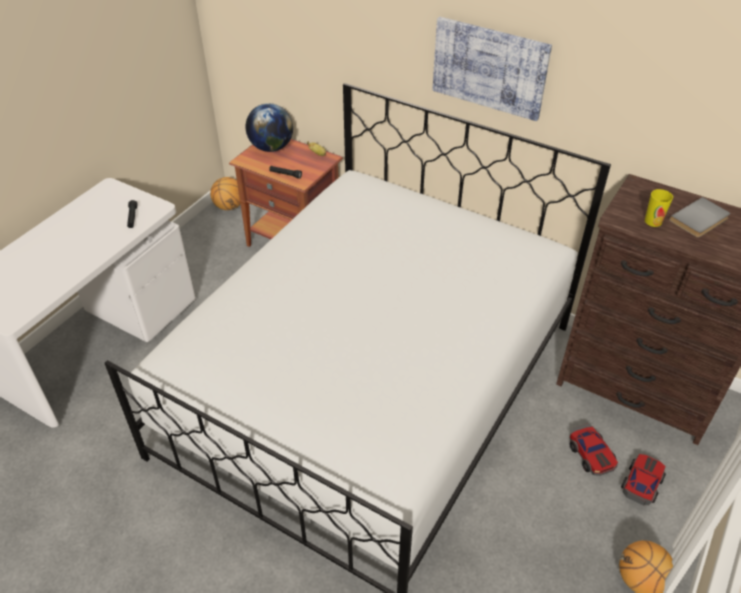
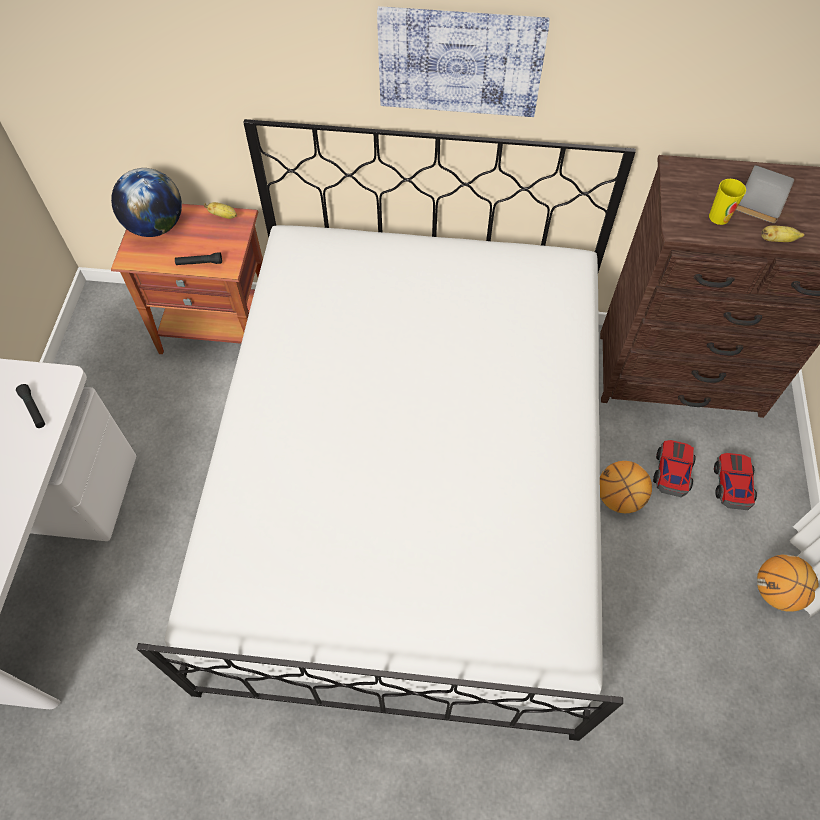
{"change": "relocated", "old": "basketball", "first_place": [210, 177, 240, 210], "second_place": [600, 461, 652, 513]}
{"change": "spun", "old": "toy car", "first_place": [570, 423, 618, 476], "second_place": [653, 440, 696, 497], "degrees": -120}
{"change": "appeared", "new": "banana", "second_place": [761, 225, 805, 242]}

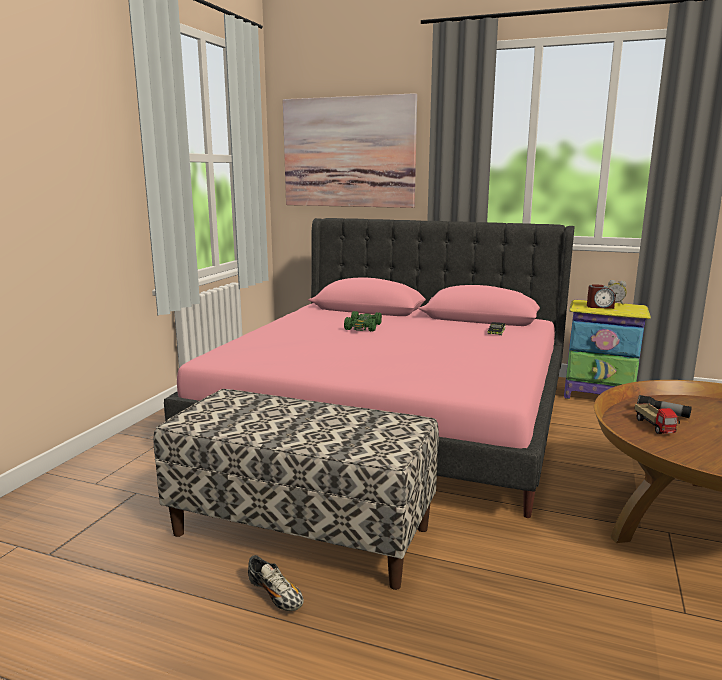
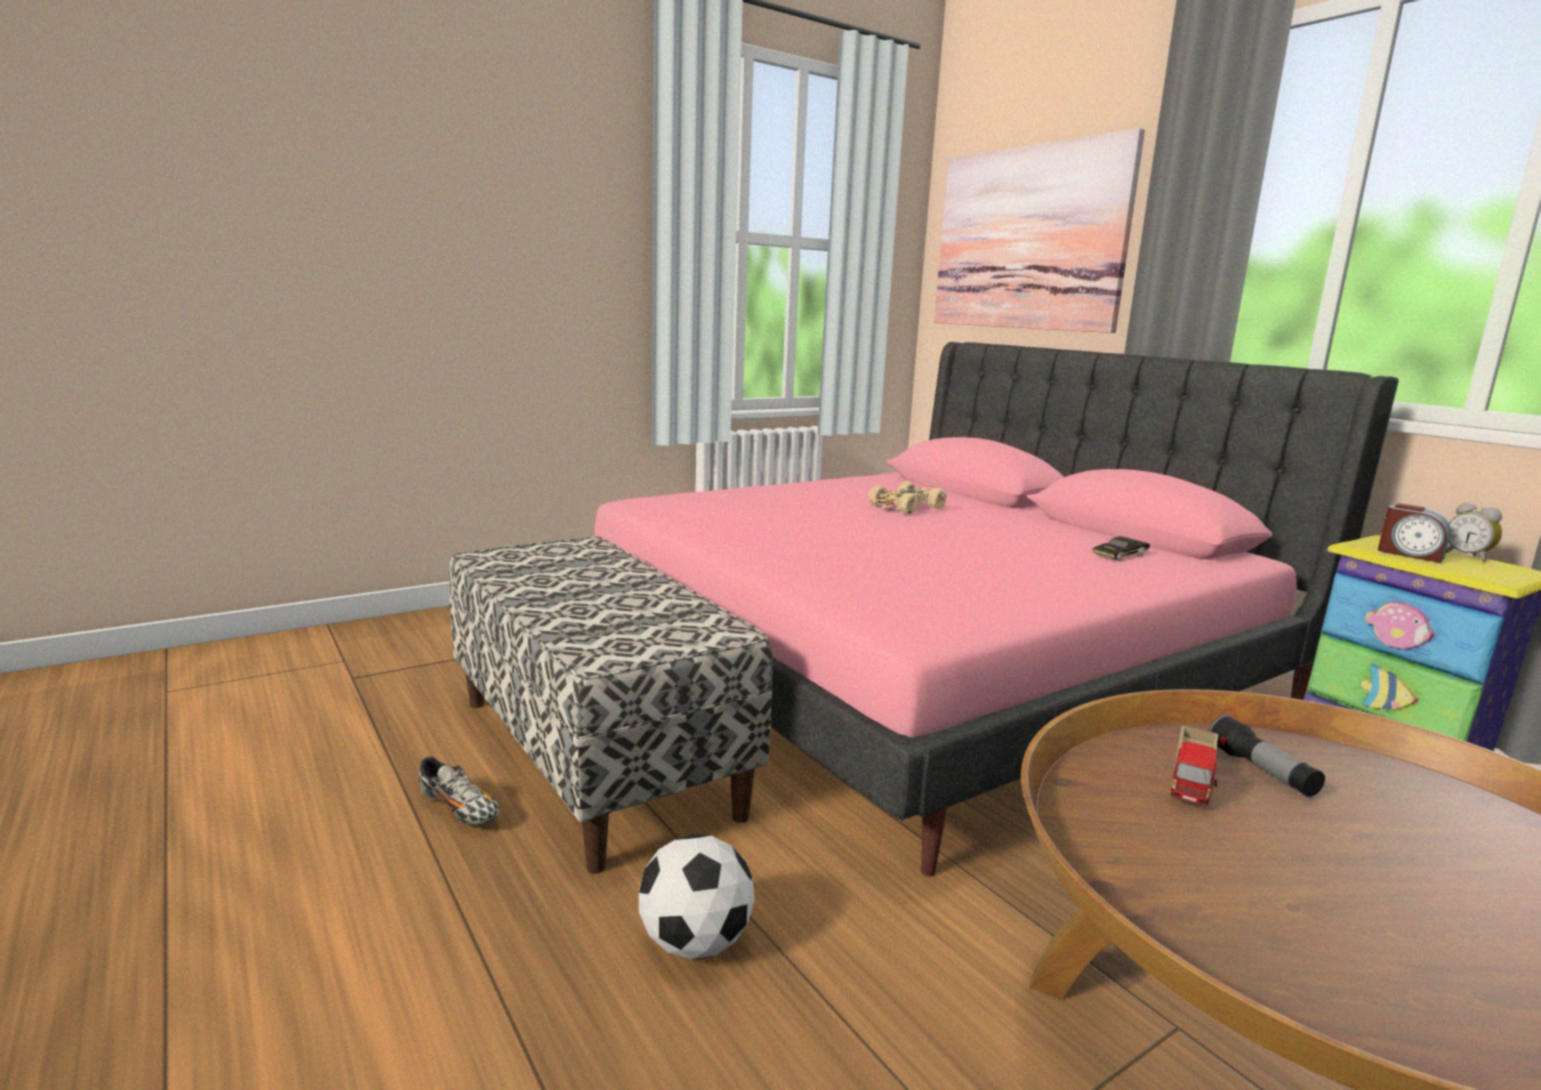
{"change": "spun", "old": "shoe", "first_place": [248, 555, 304, 611], "second_place": [419, 756, 500, 825], "degrees": -45}
{"change": "appeared", "new": "football", "second_place": [639, 834, 754, 959]}
{"change": "colour", "old": "toy car/green", "new": "toy car/beige", "first_place": [344, 311, 382, 331], "second_place": [869, 481, 947, 514]}

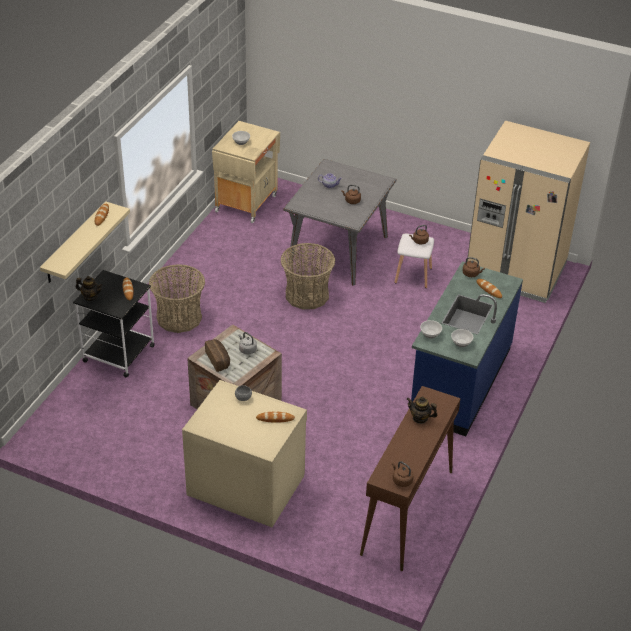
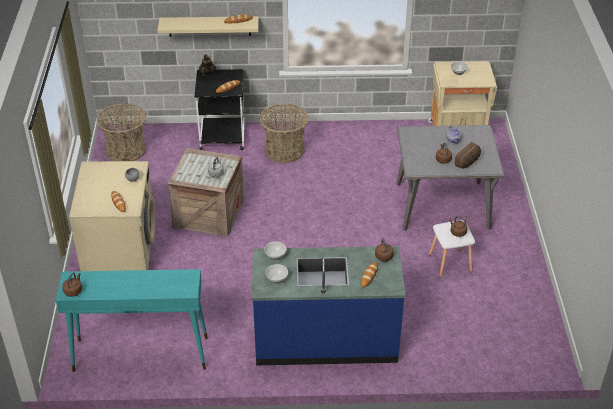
{"change": "colour", "old": "console table/brown", "new": "console table/turquoise", "first_place": [360, 386, 461, 571], "second_place": [56, 269, 208, 372]}
{"change": "relocated", "old": "basket", "first_place": [280, 243, 335, 309], "second_place": [96, 103, 146, 161]}
{"change": "relocated", "old": "bread", "first_place": [205, 339, 230, 372], "second_place": [454, 142, 481, 168]}
{"change": "missing", "old": "teapot", "first_place": [407, 396, 438, 424]}
{"change": "missing", "old": "fridge/beige", "first_place": [467, 121, 590, 303]}

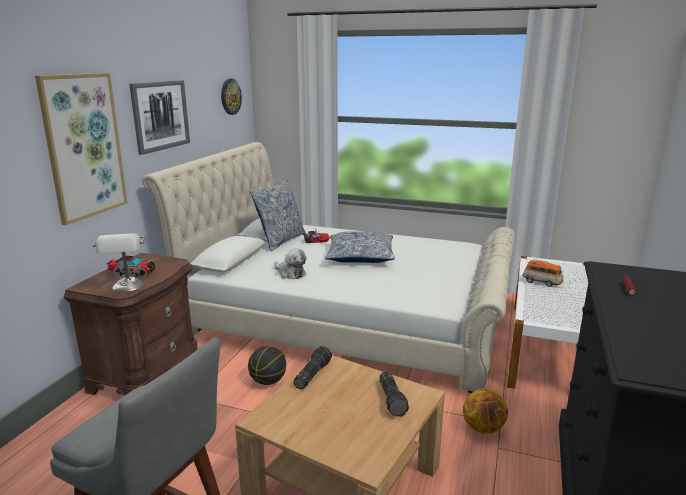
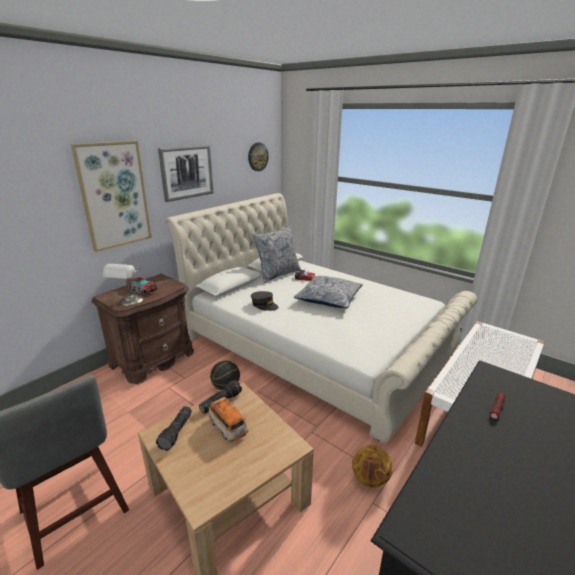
{"change": "relocated", "old": "flashlight", "first_place": [380, 371, 409, 417], "second_place": [156, 406, 192, 451]}
{"change": "relocated", "old": "toy car", "first_place": [522, 259, 563, 287], "second_place": [209, 397, 248, 442]}
{"change": "exchanged", "old": "plush toy", "new": "cap/grey", "first_place": [274, 248, 307, 279], "second_place": [251, 291, 279, 311]}

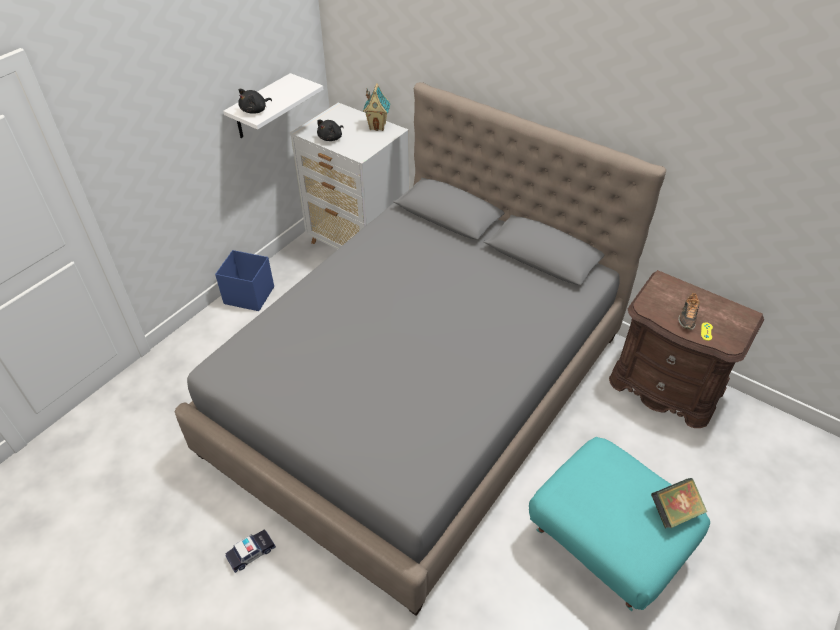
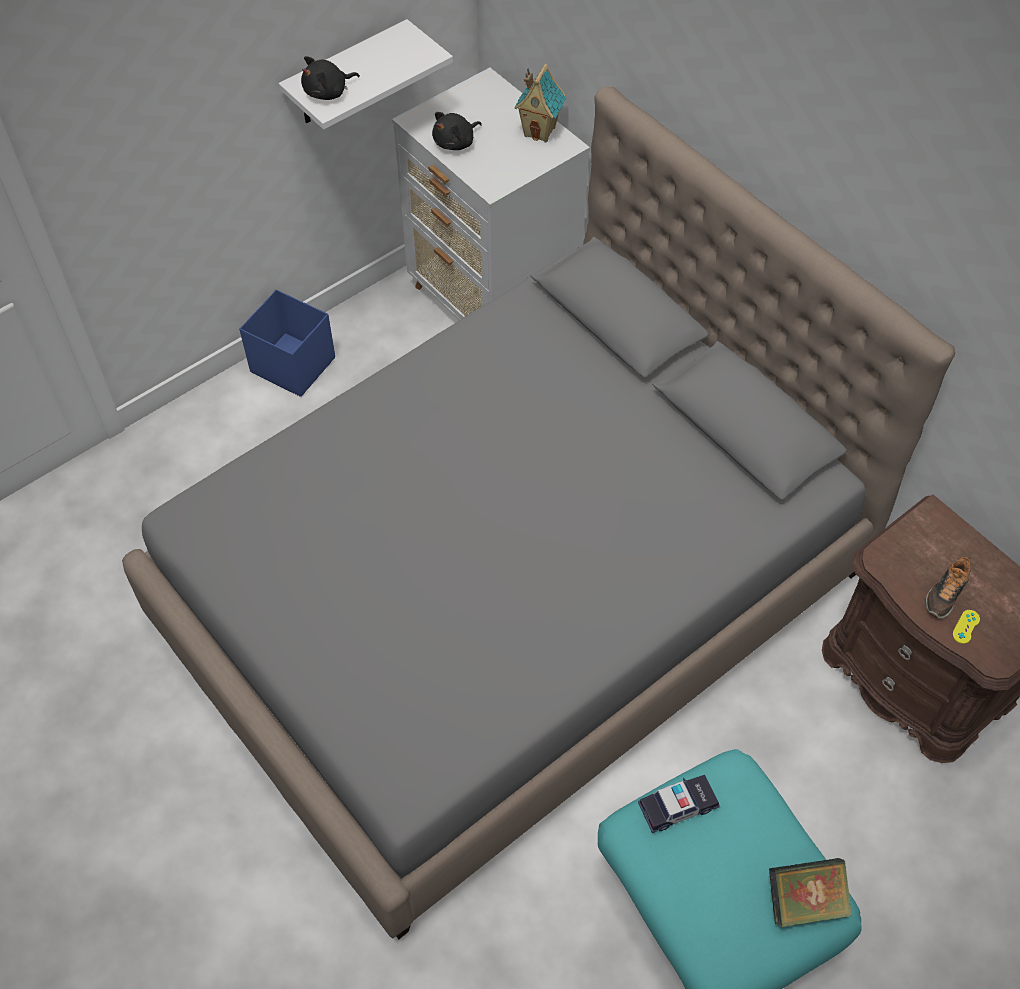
{"change": "relocated", "old": "toy car", "first_place": [225, 529, 276, 573], "second_place": [638, 775, 720, 833]}

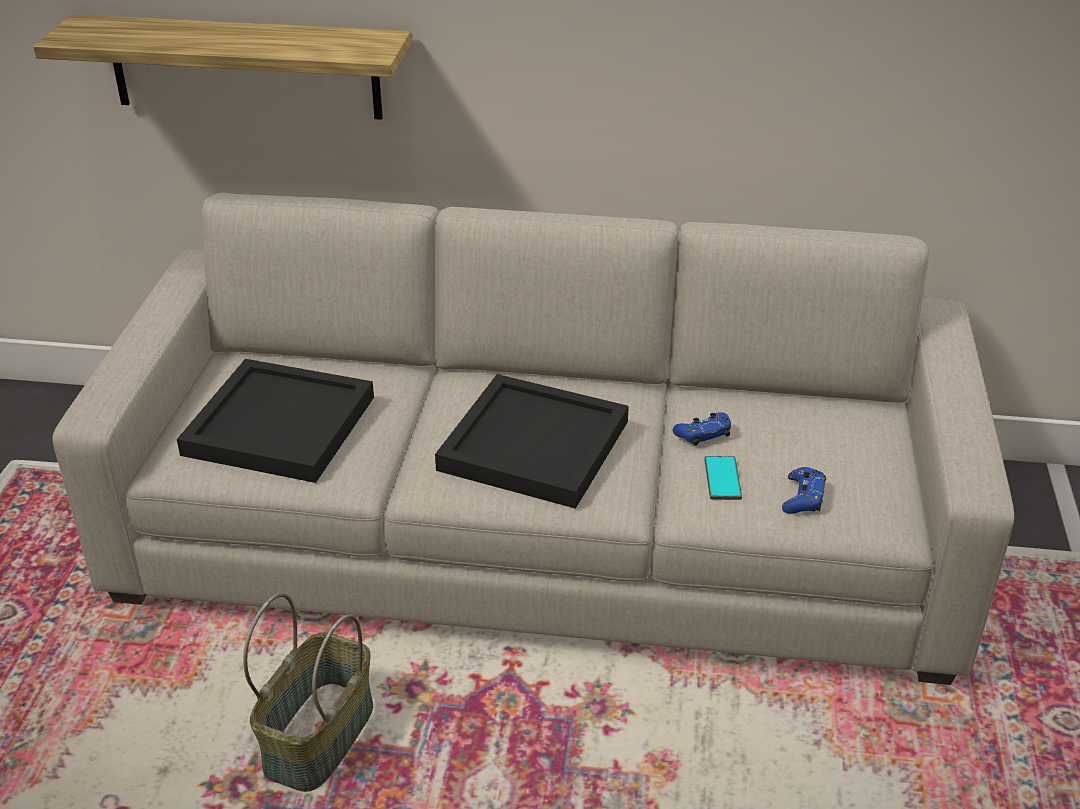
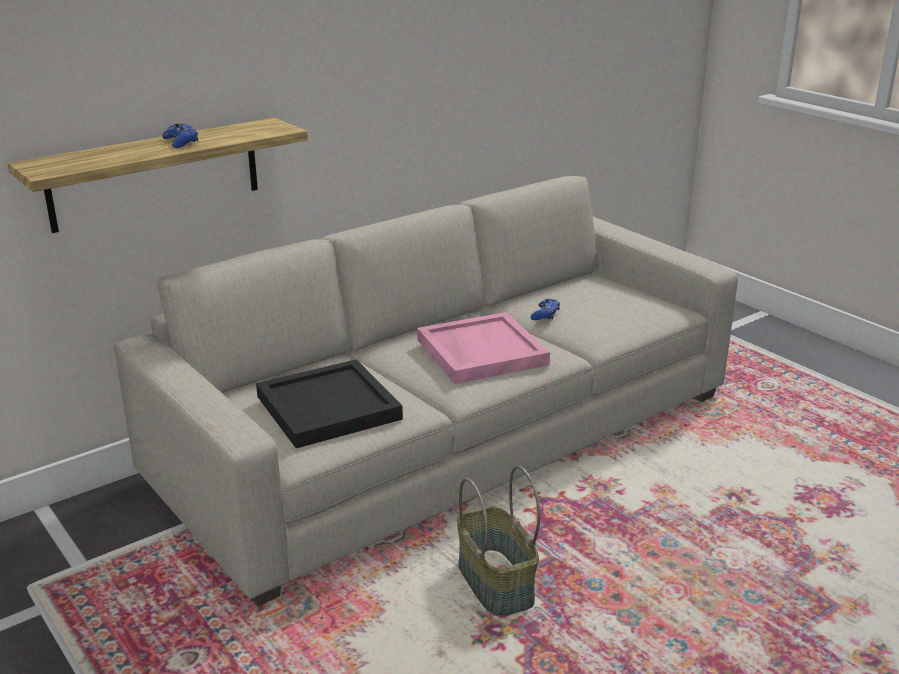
{"change": "relocated", "old": "game controller/blue", "first_place": [782, 467, 826, 514], "second_place": [162, 124, 198, 148]}
{"change": "colour", "old": "tray/black", "new": "tray/pink", "first_place": [435, 374, 629, 509], "second_place": [417, 312, 550, 384]}
{"change": "missing", "old": "phone", "first_place": [704, 456, 742, 500]}

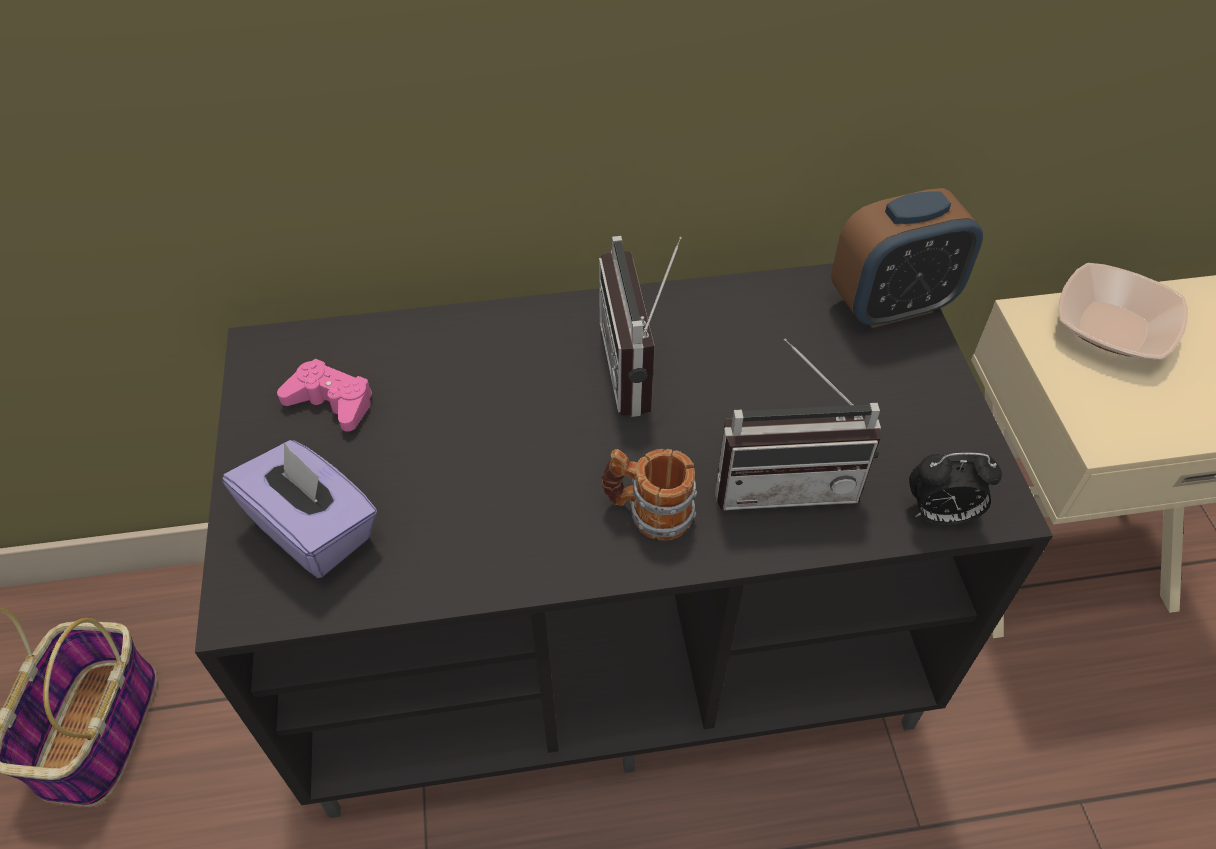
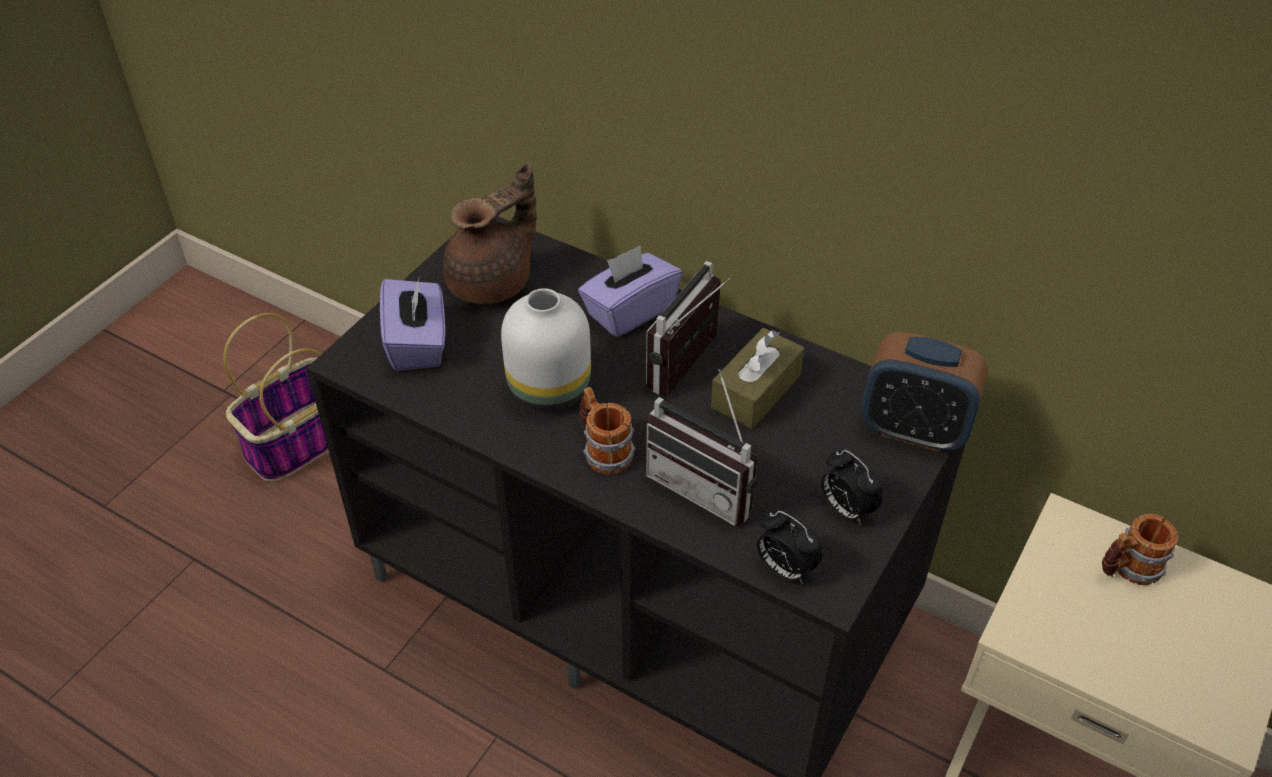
{"change": "exchanged", "old": "game controller/pink", "new": "teapot/brown", "first_place": [277, 359, 372, 432], "second_place": [443, 162, 537, 304]}
{"change": "appeared", "new": "vase/white", "second_place": [501, 288, 591, 411]}
{"change": "appeared", "new": "tissue box/purple", "second_place": [578, 245, 682, 337]}
{"change": "appeared", "new": "tissue box/brown", "second_place": [711, 328, 804, 429]}
{"change": "appeared", "new": "alarm clock", "second_place": [821, 450, 883, 525]}
{"change": "exchanged", "old": "bowl", "new": "mug", "first_place": [1058, 263, 1188, 360], "second_place": [1102, 514, 1179, 585]}

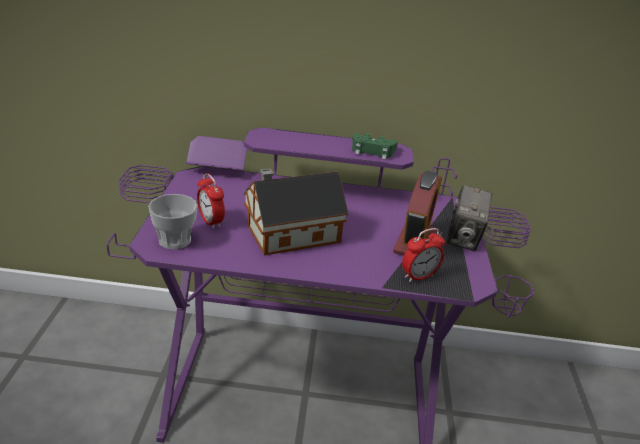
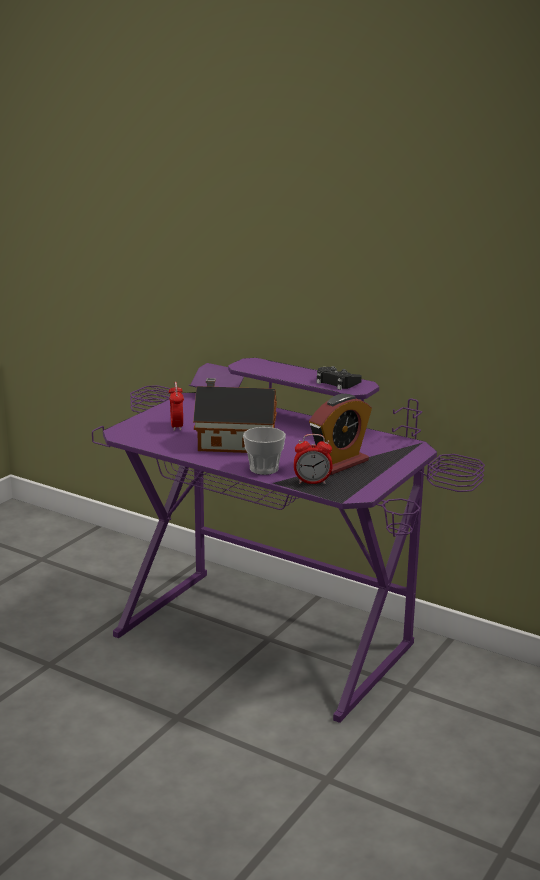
{"change": "relocated", "old": "cup", "first_place": [148, 194, 198, 249], "second_place": [243, 427, 286, 475]}
{"change": "colour", "old": "game controller/green", "new": "game controller/black", "first_place": [352, 133, 398, 160], "second_place": [316, 366, 362, 390]}
{"change": "missing", "old": "photo camera", "first_place": [447, 185, 492, 251]}

